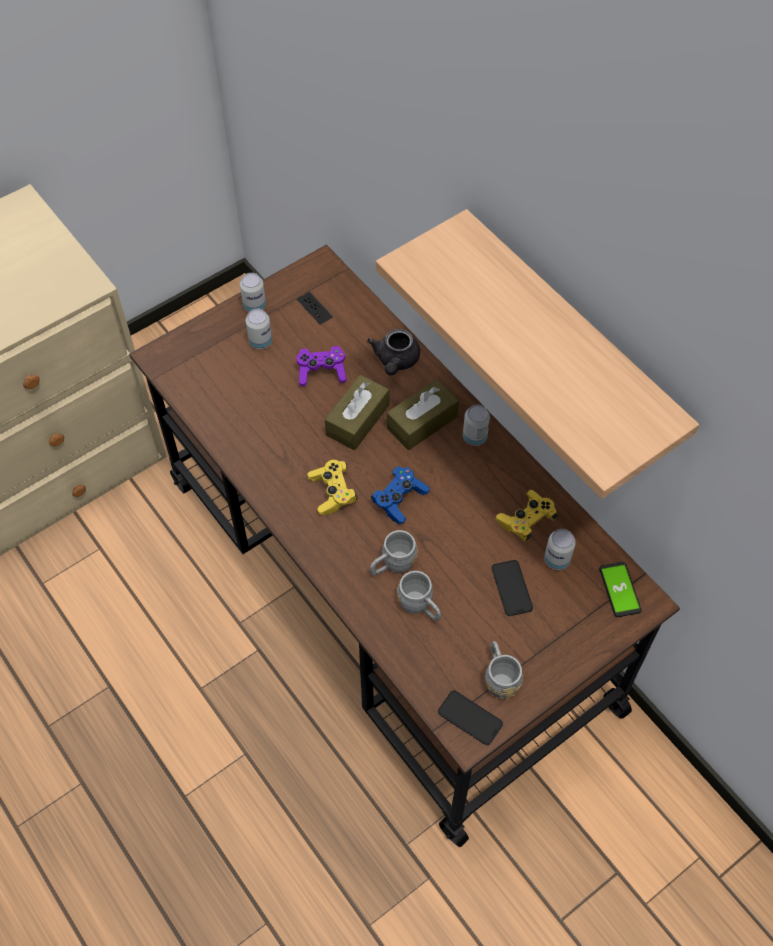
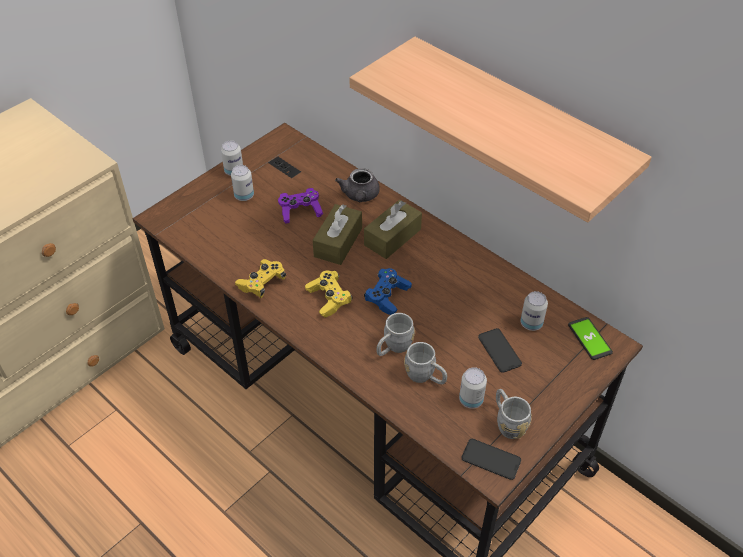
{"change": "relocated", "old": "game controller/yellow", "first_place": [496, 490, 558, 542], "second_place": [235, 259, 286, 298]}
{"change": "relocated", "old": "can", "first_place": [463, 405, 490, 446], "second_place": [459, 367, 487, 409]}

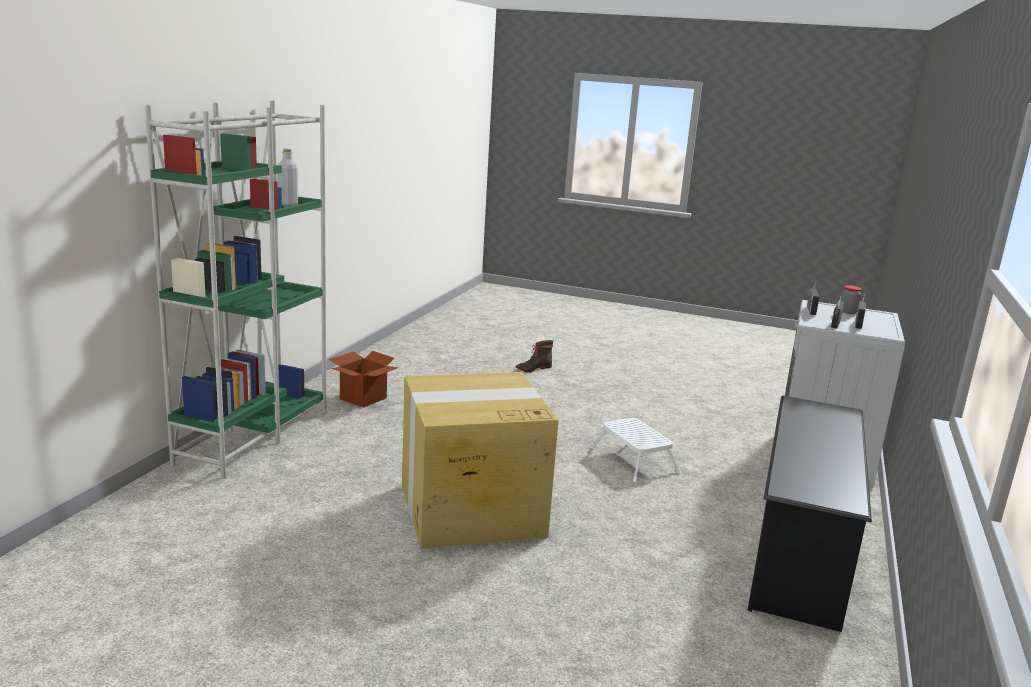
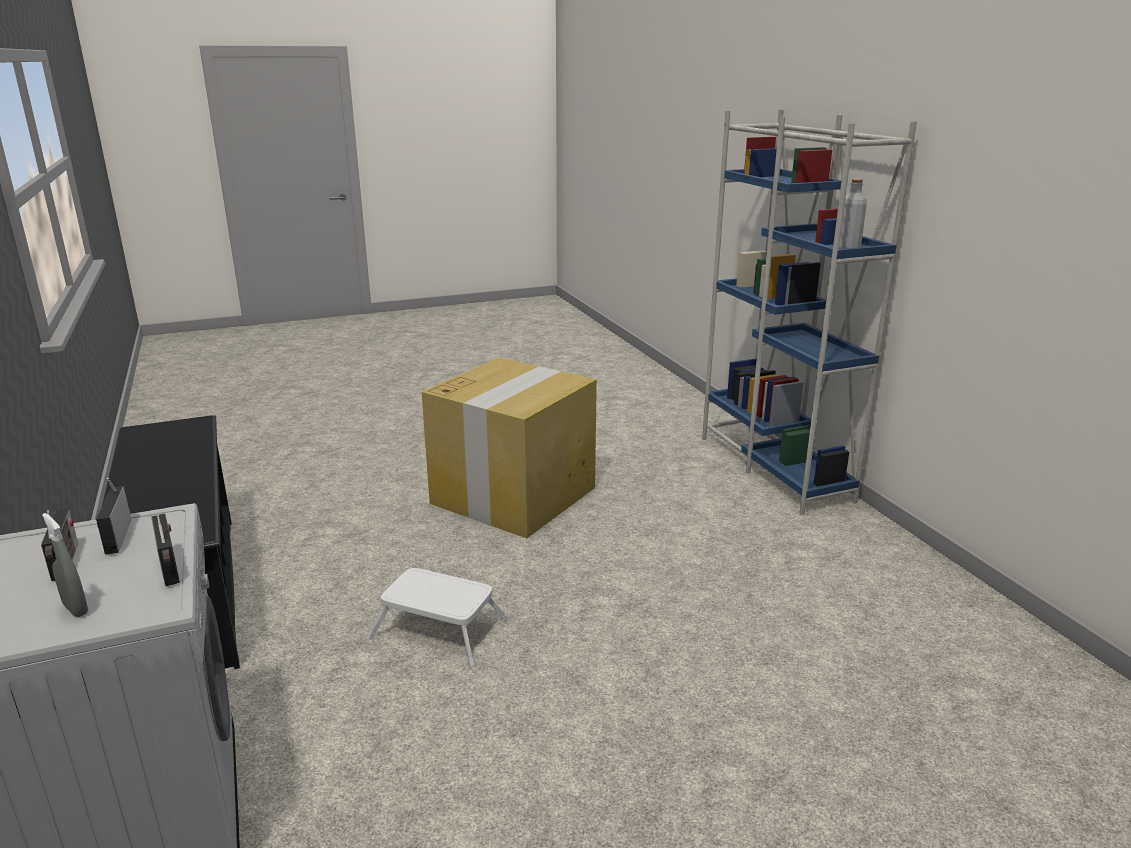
{"change": "exchanged", "old": "jar", "new": "spray bottle/grey", "first_place": [841, 285, 862, 314], "second_place": [42, 513, 88, 617]}
{"change": "colour", "old": "bookcase/green", "new": "bookcase/blue", "first_place": [145, 101, 326, 479], "second_place": [702, 110, 917, 515]}
{"change": "missing", "old": "cardboard box", "first_place": [329, 351, 399, 408]}
{"change": "missing", "old": "boot", "first_place": [516, 340, 553, 372]}

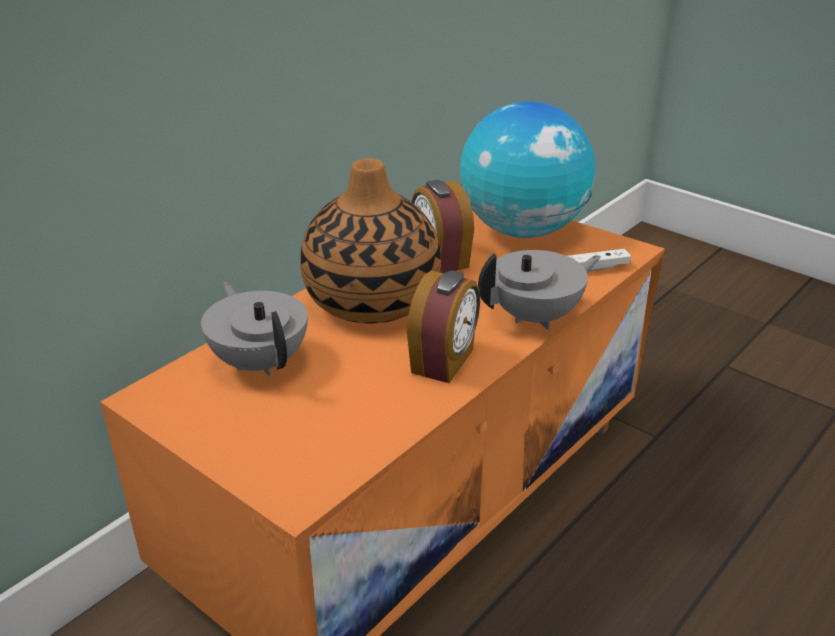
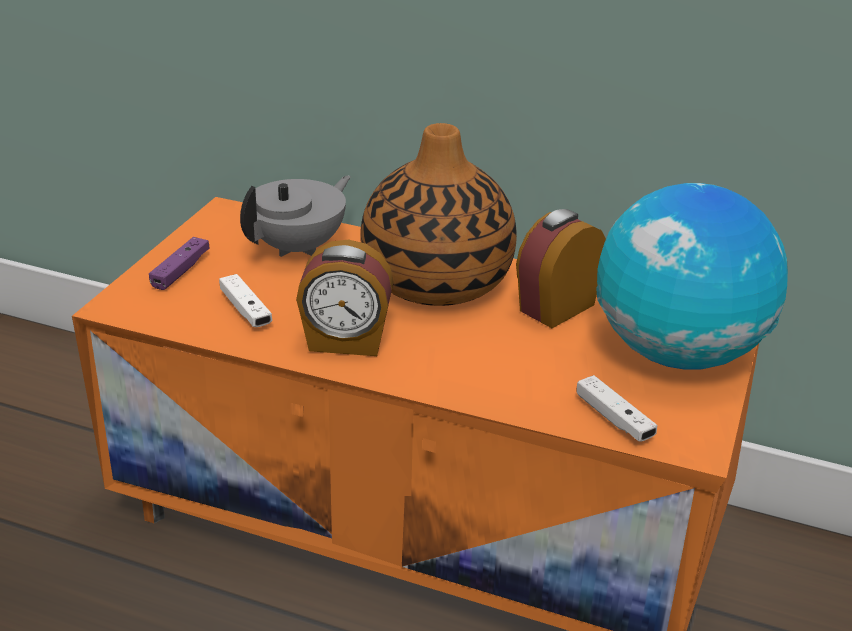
{"change": "appeared", "new": "game controller/purple", "second_place": [149, 237, 210, 290]}
{"change": "appeared", "new": "game controller/white", "second_place": [219, 274, 272, 327]}
{"change": "missing", "old": "teapot/grey", "first_place": [478, 250, 601, 330]}

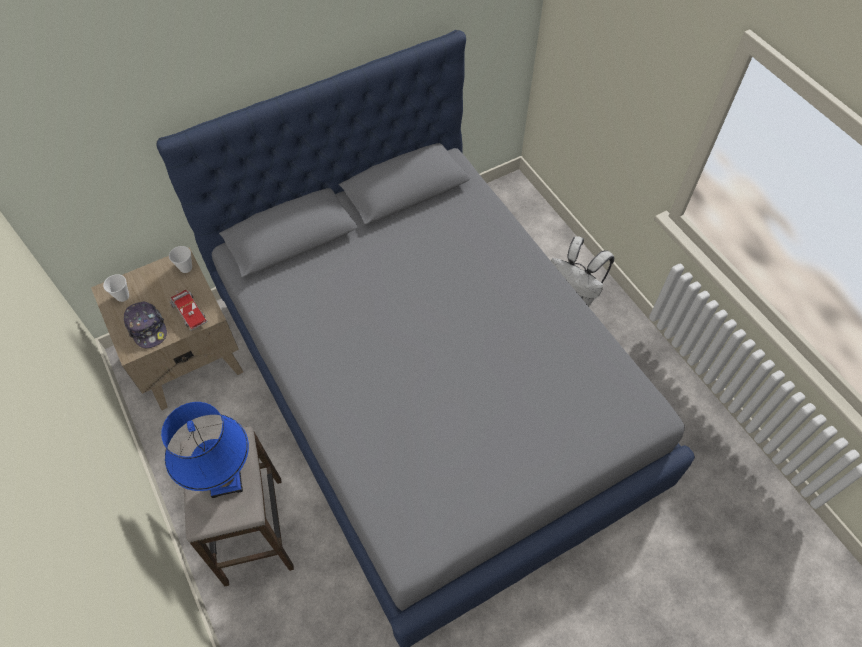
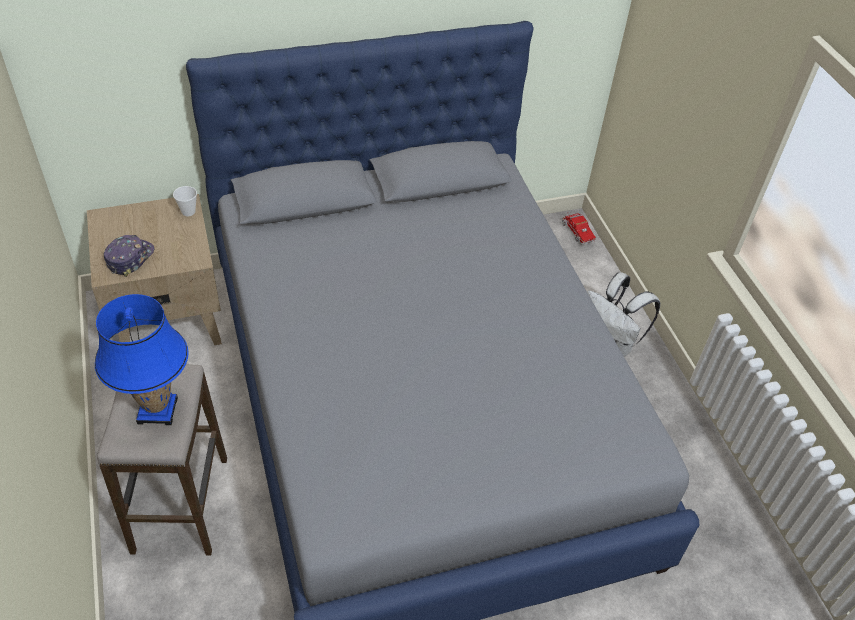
{"change": "spun", "old": "cap", "first_place": [124, 302, 167, 348], "second_place": [104, 235, 154, 277], "degrees": -135}
{"change": "relocated", "old": "toy truck", "first_place": [170, 290, 208, 331], "second_place": [562, 212, 596, 244]}
{"change": "missing", "old": "cup", "first_place": [103, 274, 129, 302]}

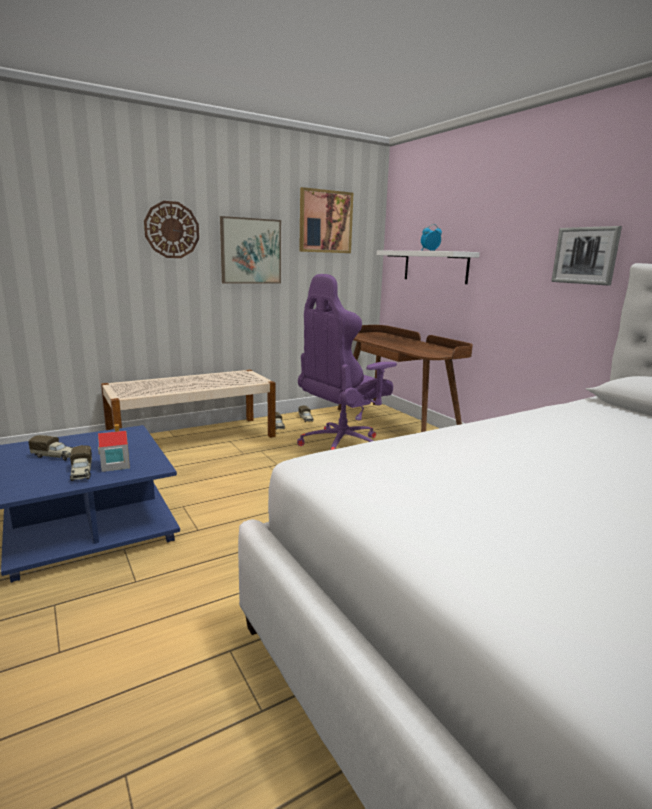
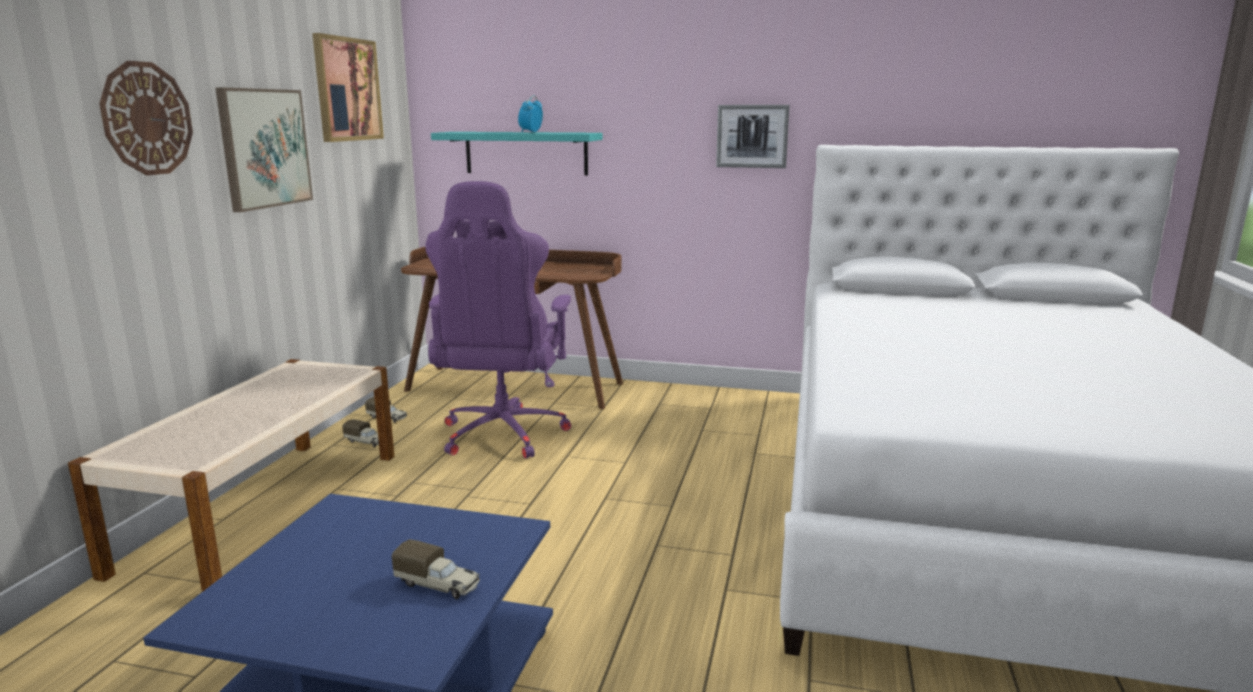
{"change": "colour", "old": "shelf/white", "new": "shelf/turquoise", "first_place": [377, 250, 480, 284], "second_place": [431, 132, 603, 175]}
{"change": "missing", "old": "toy truck", "first_place": [28, 435, 73, 461]}
{"change": "missing", "old": "toy house", "first_place": [98, 424, 130, 472]}

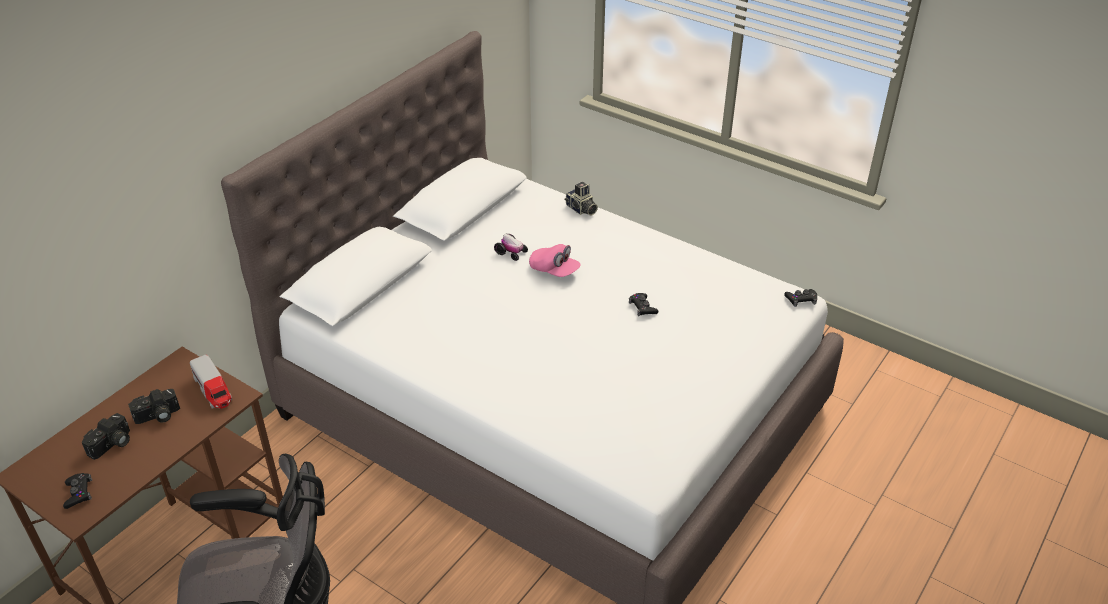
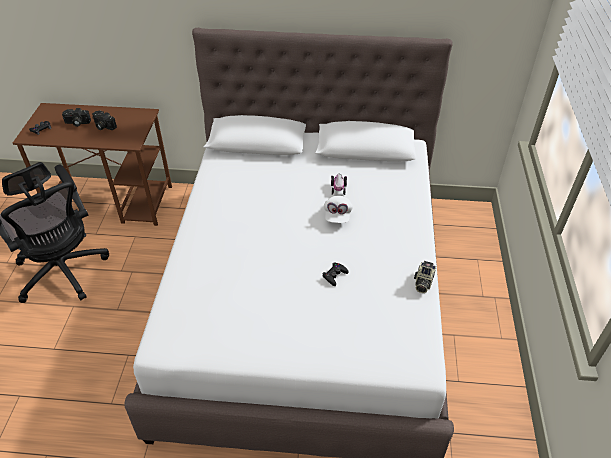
{"change": "colour", "old": "cap/pink", "new": "cap/white", "first_place": [529, 244, 581, 277], "second_place": [324, 195, 353, 223]}
{"change": "relocated", "old": "photo camera", "first_place": [564, 182, 598, 215], "second_place": [414, 261, 436, 293]}
{"change": "missing", "old": "toy truck", "first_place": [190, 355, 233, 409]}
{"change": "missing", "old": "game controller/black", "first_place": [784, 289, 817, 307]}

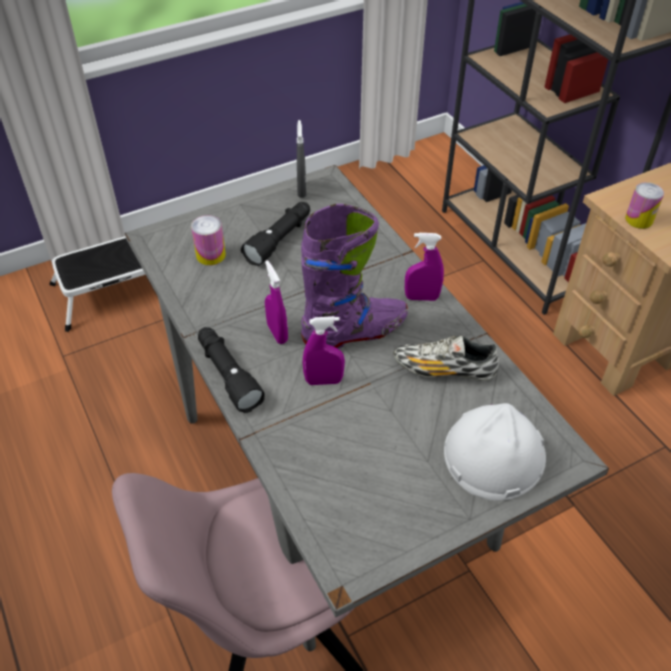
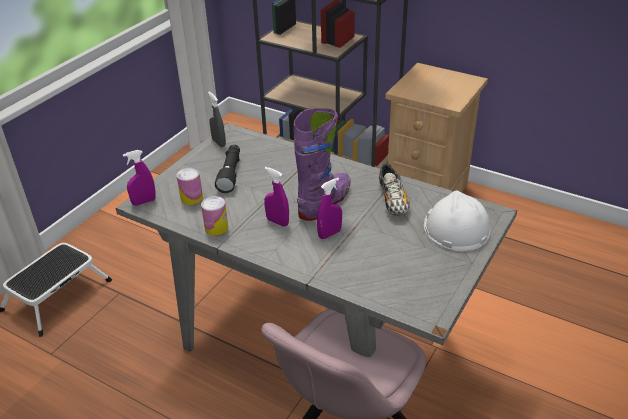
{"change": "relocated", "old": "spray bottle/purple", "first_place": [405, 233, 444, 301], "second_place": [123, 150, 156, 206]}
{"change": "relocated", "old": "can", "first_place": [625, 182, 664, 229], "second_place": [201, 196, 228, 236]}
{"change": "spun", "old": "shoe", "first_place": [394, 336, 500, 381], "second_place": [379, 163, 410, 216], "degrees": -75}
{"change": "missing", "old": "flashlight/black", "first_place": [198, 327, 265, 413]}

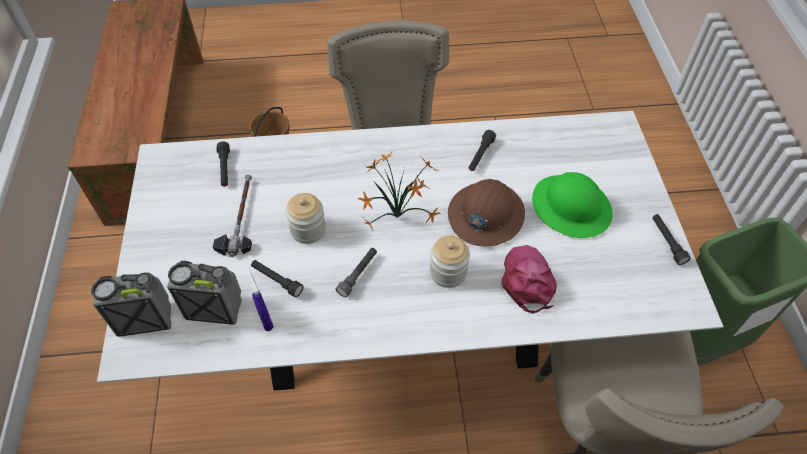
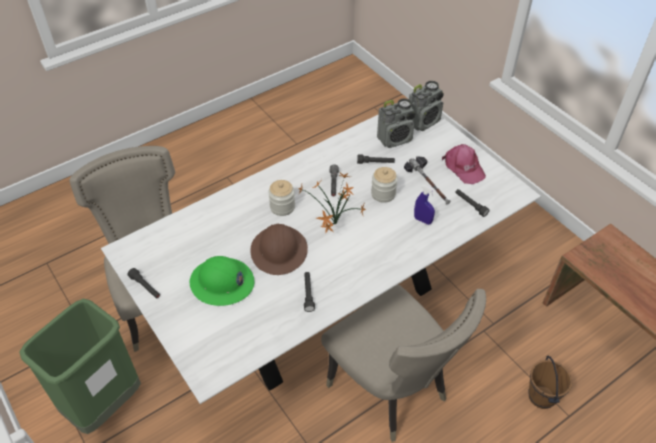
{"change": "relocated", "old": "spray bottle/blue", "first_place": [247, 271, 274, 331], "second_place": [414, 185, 436, 225]}
{"change": "relocated", "old": "cap/pink", "first_place": [501, 245, 557, 314], "second_place": [442, 144, 486, 184]}

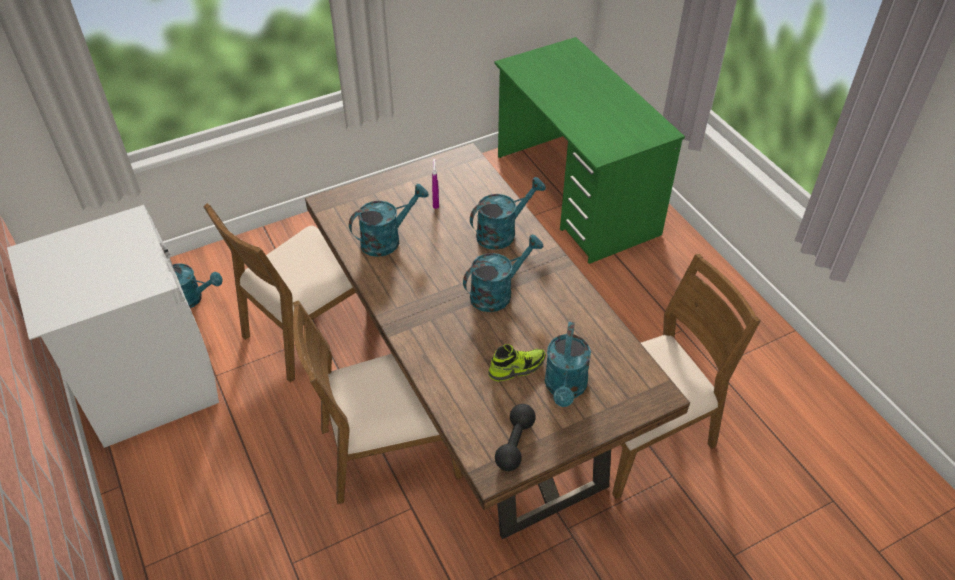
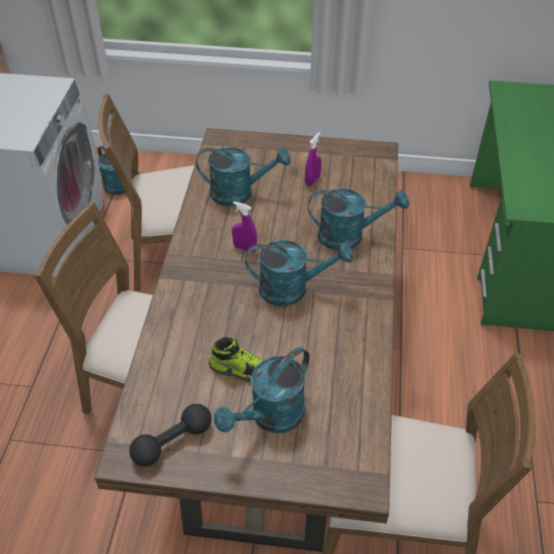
{"change": "appeared", "new": "spray bottle/purple", "second_place": [232, 202, 257, 253]}

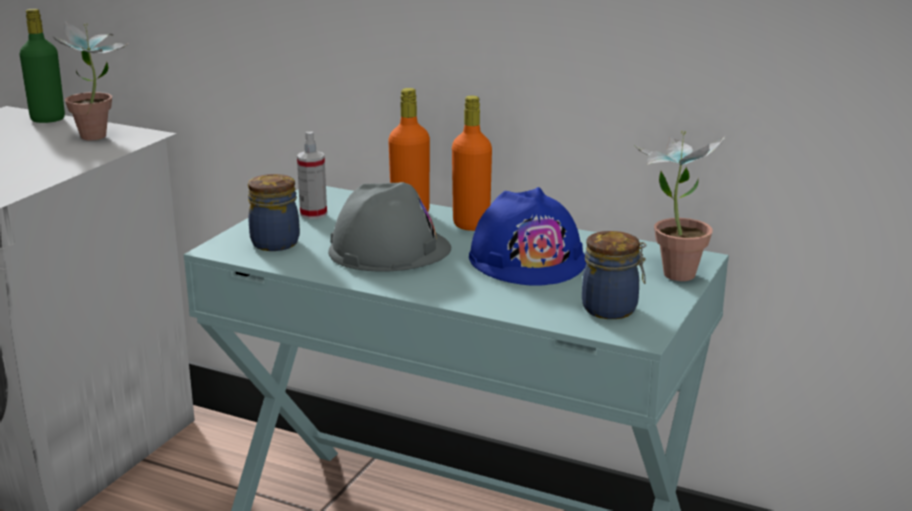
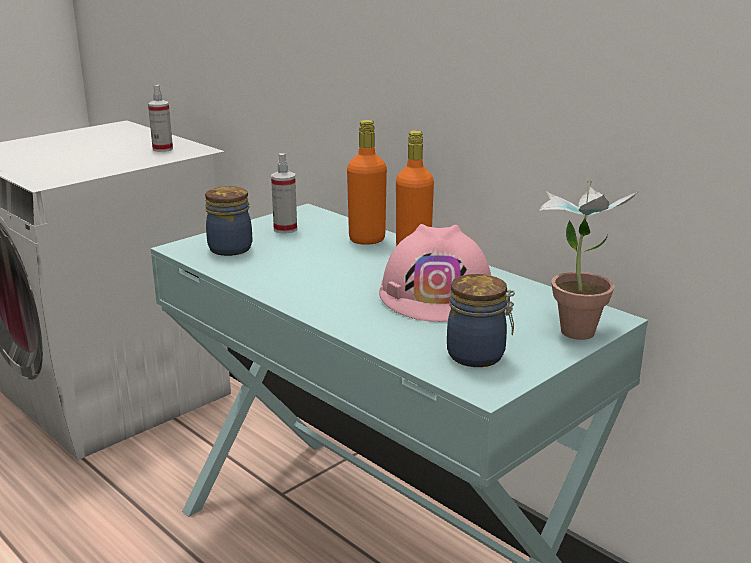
{"change": "exchanged", "old": "potted plant", "new": "spray bottle", "first_place": [52, 20, 129, 140], "second_place": [148, 85, 173, 152]}
{"change": "colour", "old": "hard hat/blue", "new": "hard hat/pink", "first_place": [469, 187, 586, 286], "second_place": [379, 224, 491, 322]}
{"change": "missing", "old": "bottle/green", "first_place": [19, 9, 65, 123]}
{"change": "missing", "old": "hard hat/grey", "first_place": [328, 182, 451, 271]}

